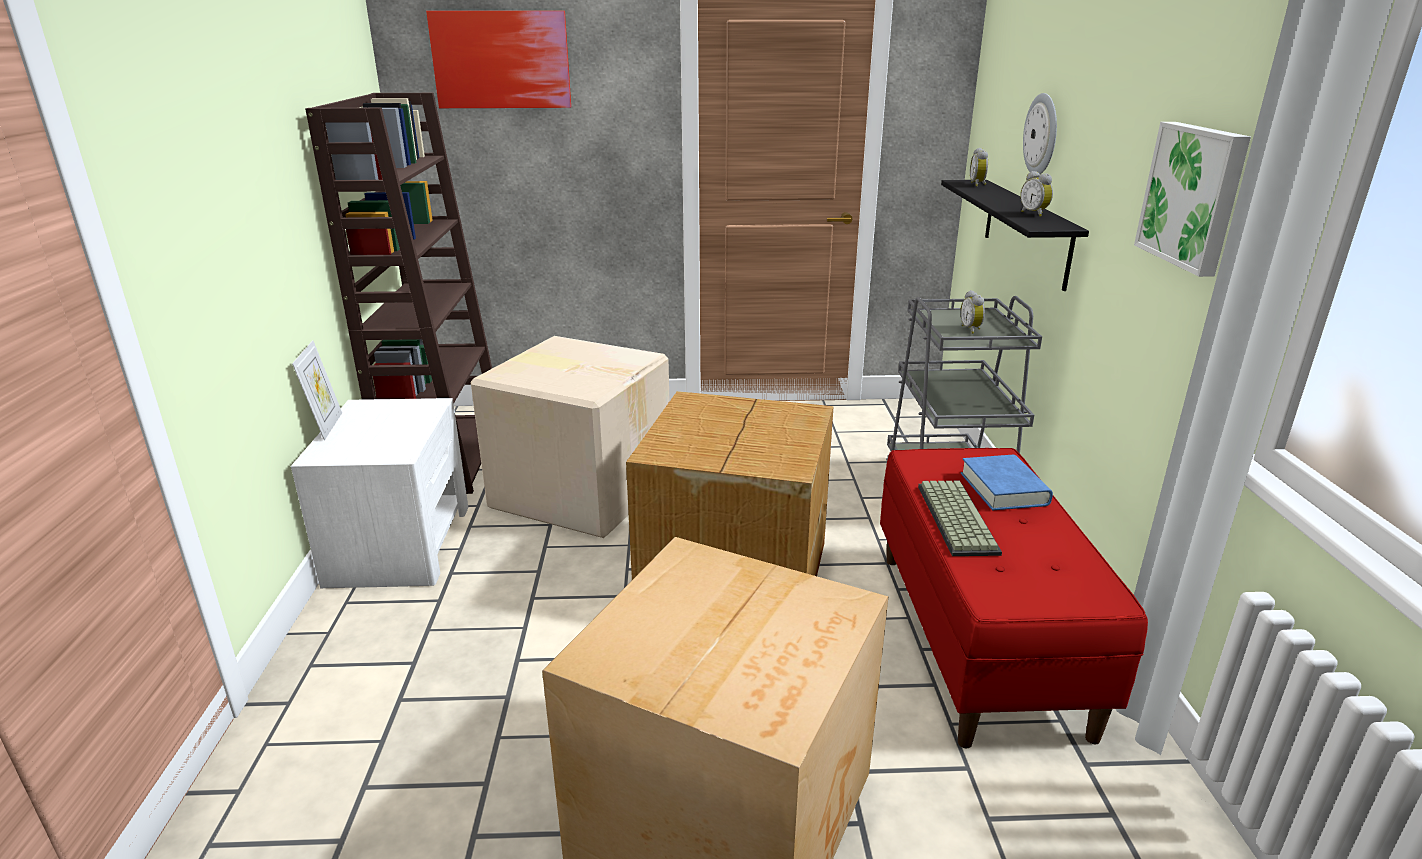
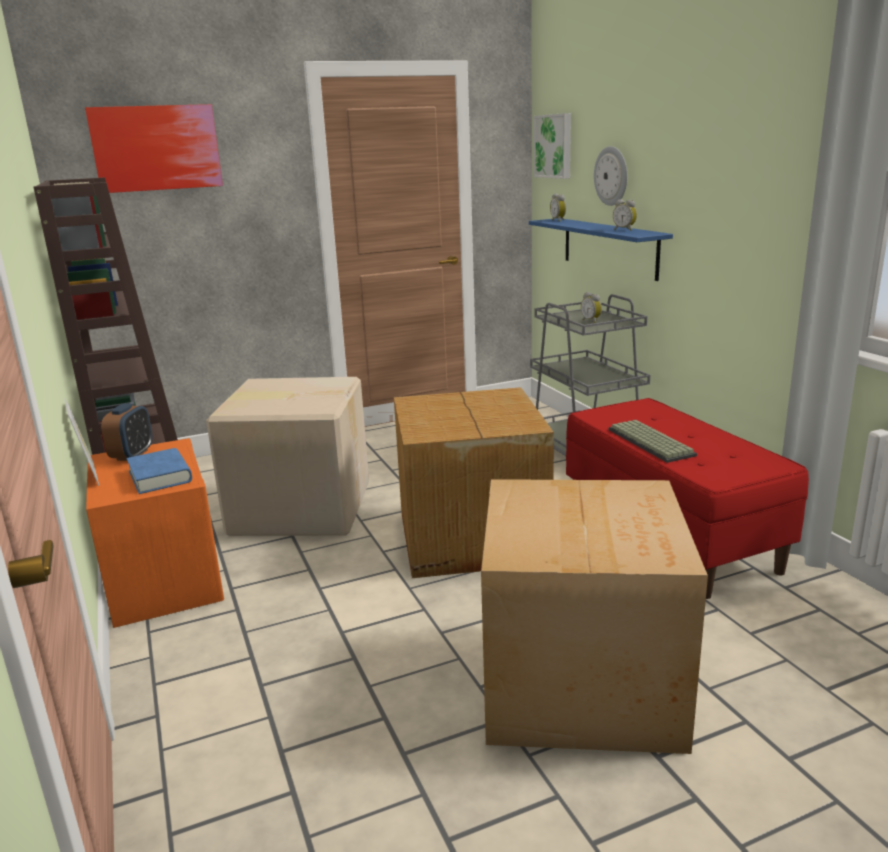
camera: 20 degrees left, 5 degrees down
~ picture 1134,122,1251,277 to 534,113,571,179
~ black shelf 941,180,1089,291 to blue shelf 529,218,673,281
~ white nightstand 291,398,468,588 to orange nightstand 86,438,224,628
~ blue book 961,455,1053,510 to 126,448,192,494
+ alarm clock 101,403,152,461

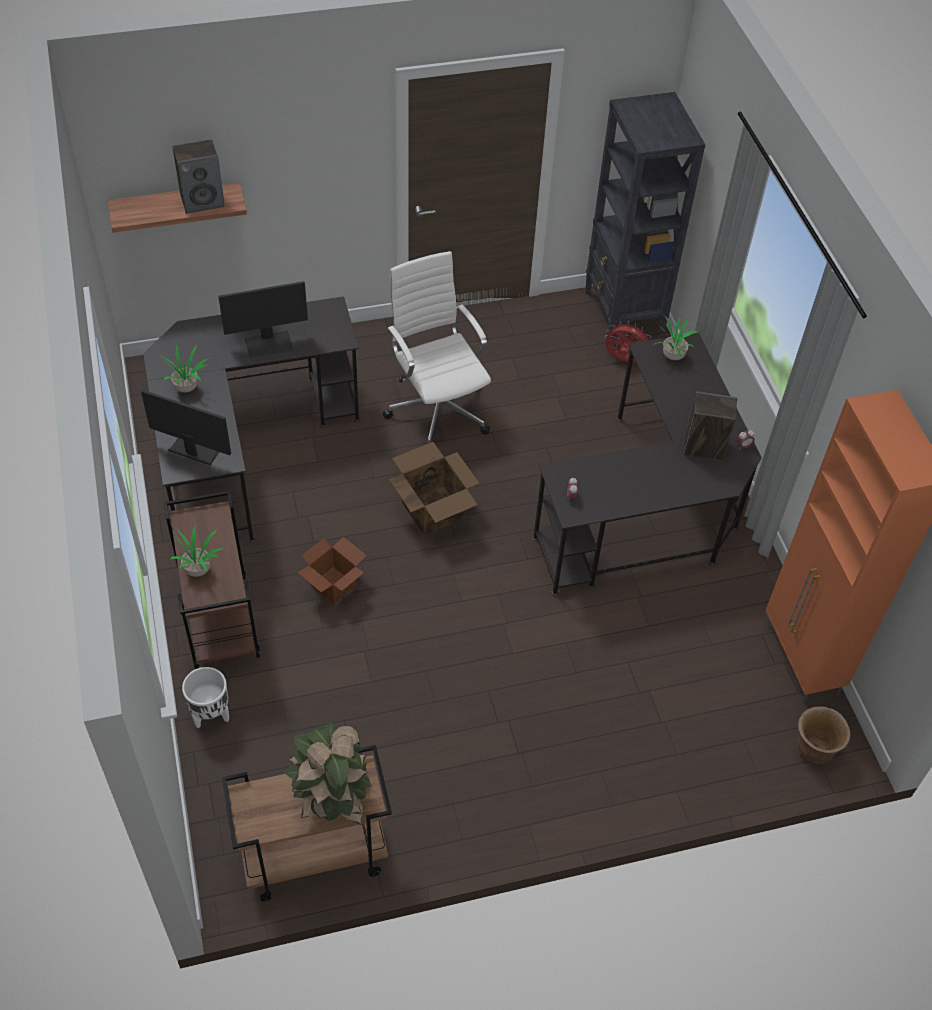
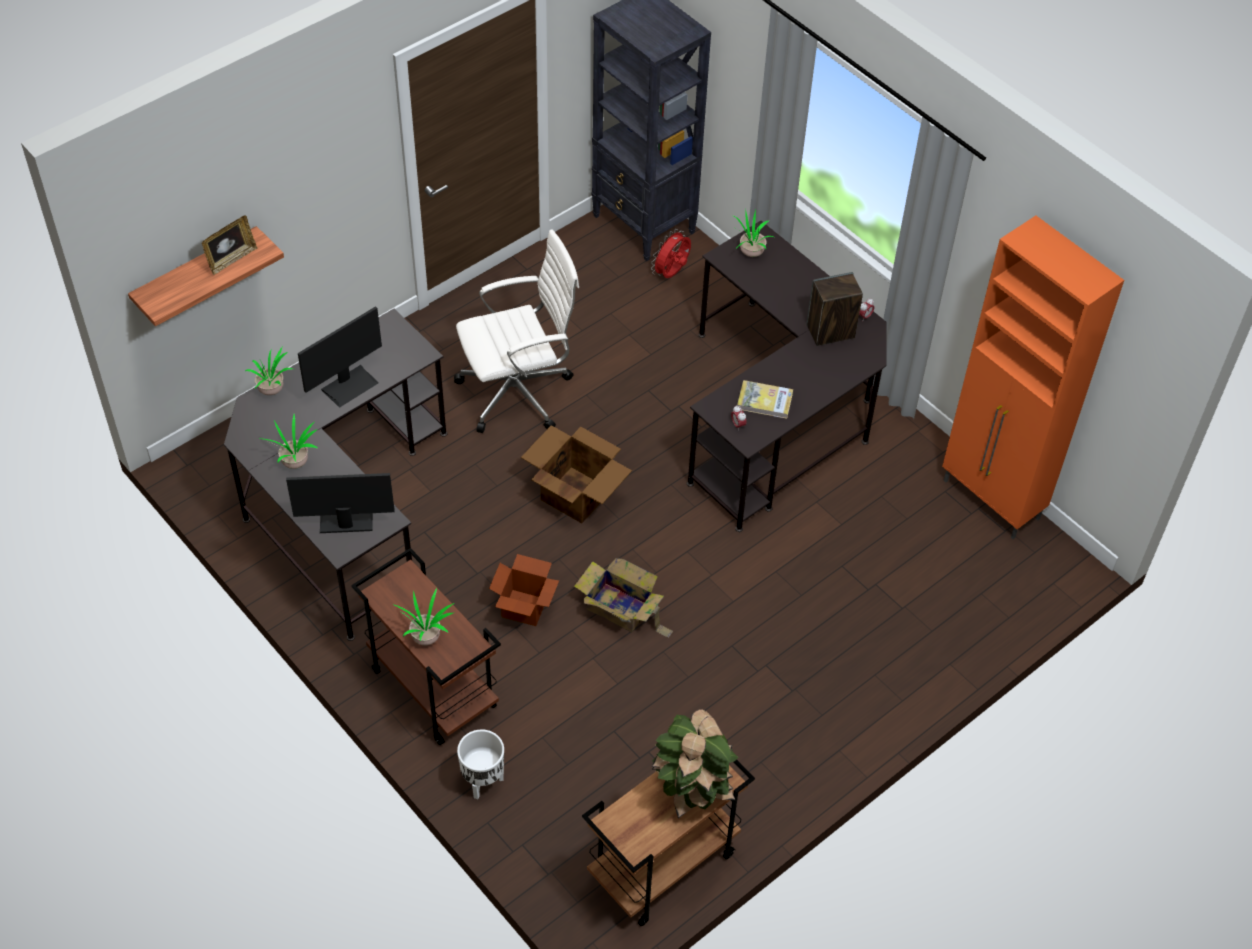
camera: 25 degrees left, 0 degrees up
~ speaker 173,139,225,214 to picture frame 202,215,258,275
~ white office chair 383,251,491,444 = 454,229,579,433 120 degrees clockwise
~ red fan 605,321,651,362 = 651,229,691,278 45 degrees counterclockwise
- brown planter 798,707,850,763
+ potted plant 244,347,293,395
+ book 737,380,793,419
+ cardboard box 574,558,673,638

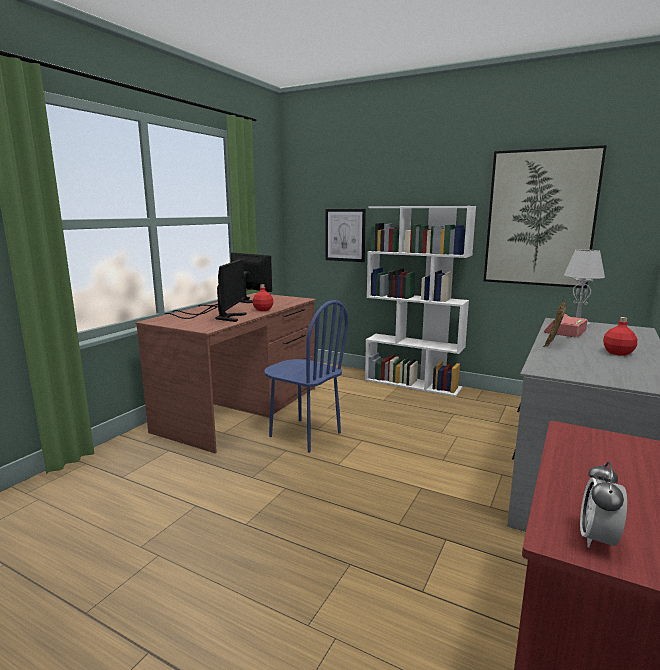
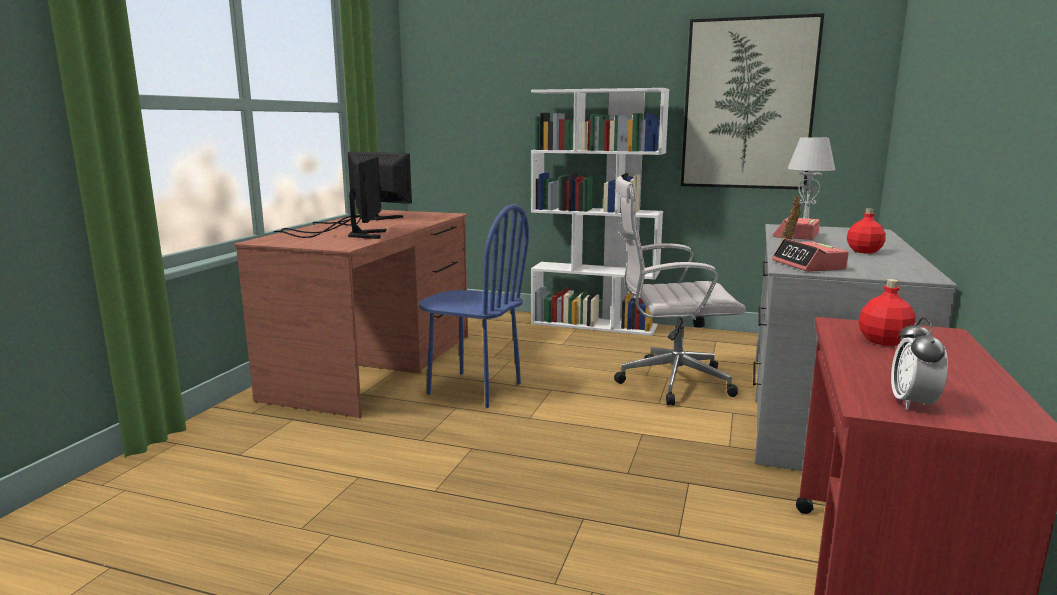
camera: 10 degrees left, 0 degrees up
- picture 325,209,366,262
~ red bottle 253,284,273,311 to 859,279,916,346
+ white office chair 614,176,746,405
+ alarm clock 772,238,849,272

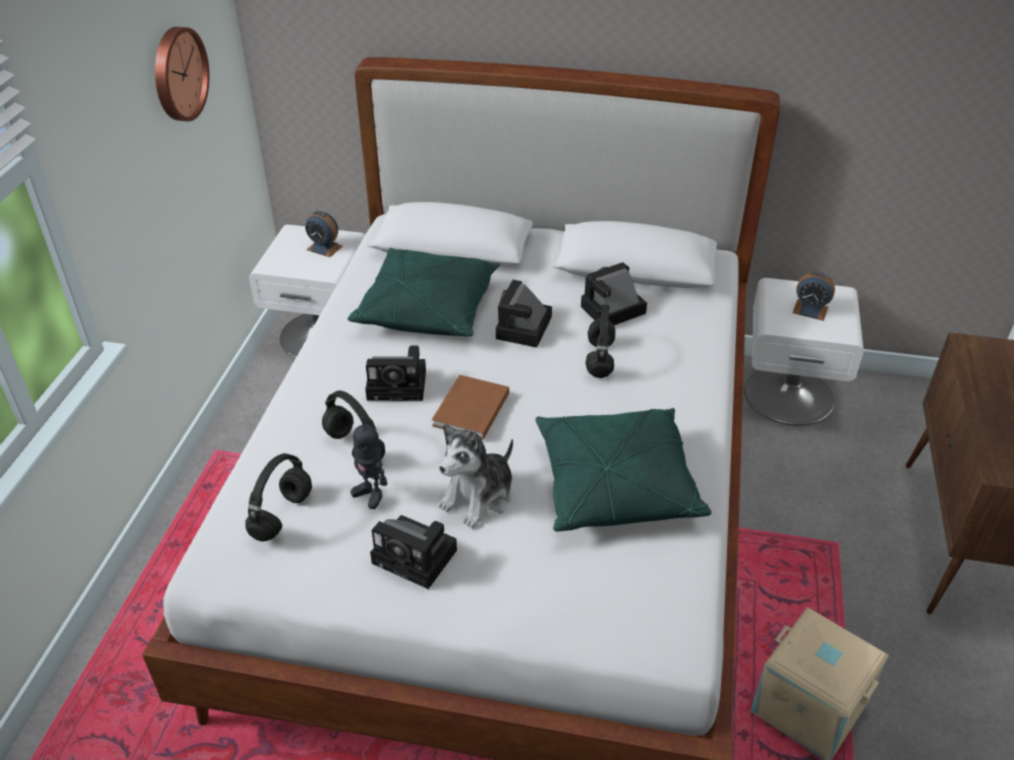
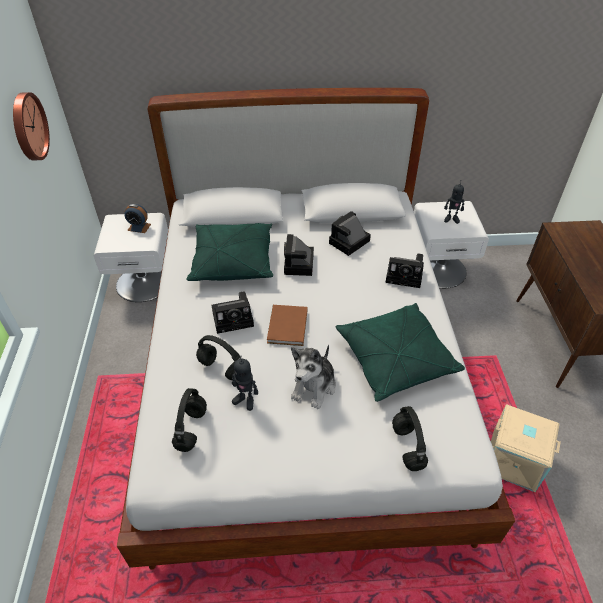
camera: 15 degrees left, 5 degrees up
~ alarm clock 792,272,835,321 to toy robot 444,180,464,224
~ black headphones 586,304,615,378 to 392,406,428,471
~ photo camera 370,515,457,589 to 386,253,424,288

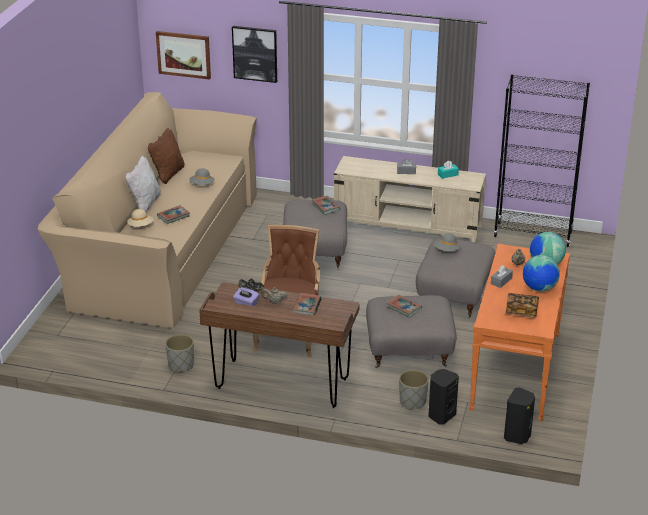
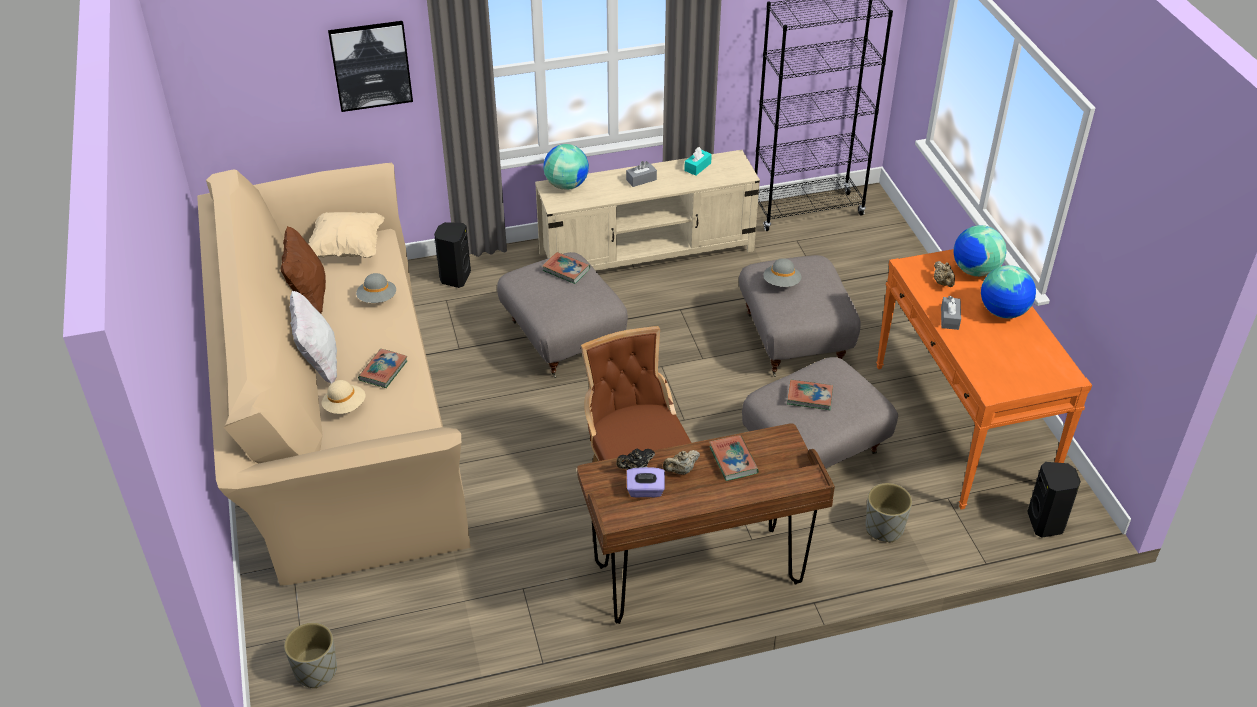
camera: 30 degrees left, 10 degrees up
- picture 156,31,211,79
- book 506,293,539,318
~ grey planter 165,334,194,373 to 284,623,337,688
~ black speaker 428,369,459,424 to 434,222,471,288
+ globe 543,144,589,190
+ beige pillow 308,212,385,258

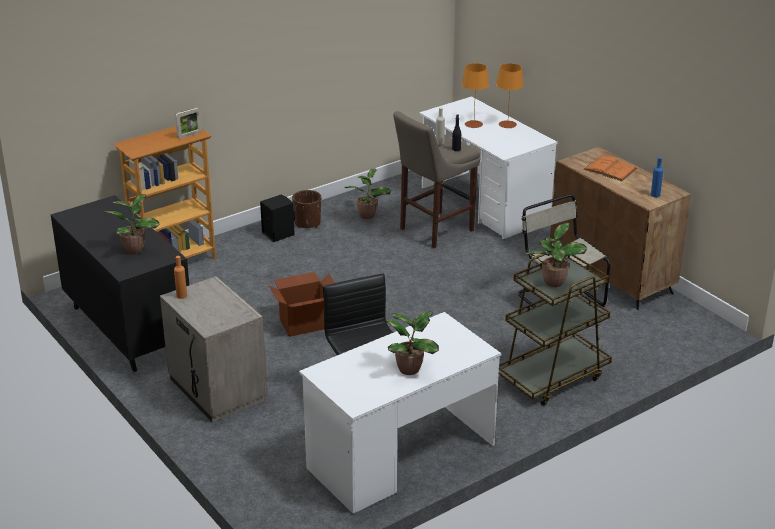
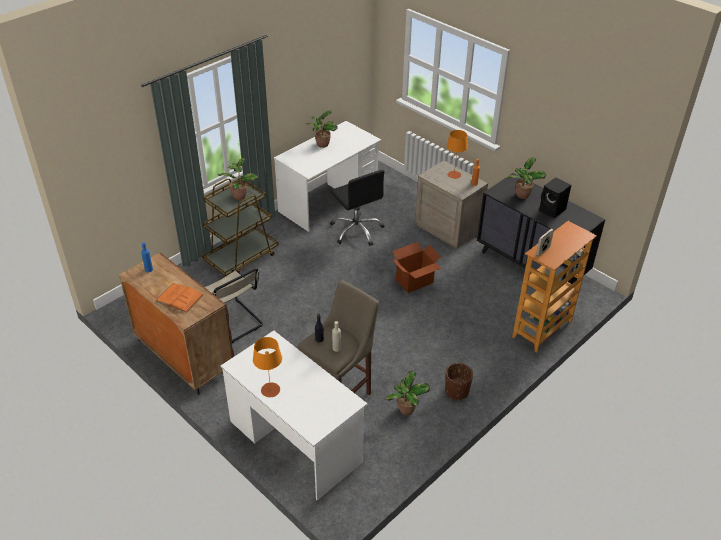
camera: 170 degrees right, 10 degrees up
~ orange table lamp 462,63,489,128 to 447,130,468,179
~ black speaker 260,194,295,242 to 539,177,571,218

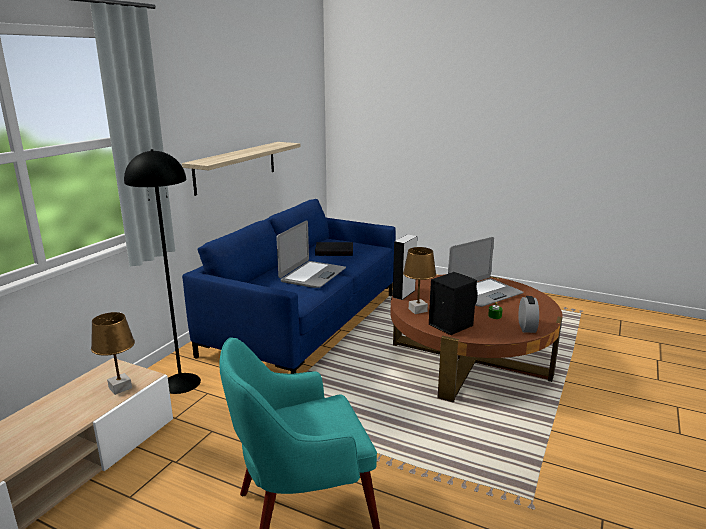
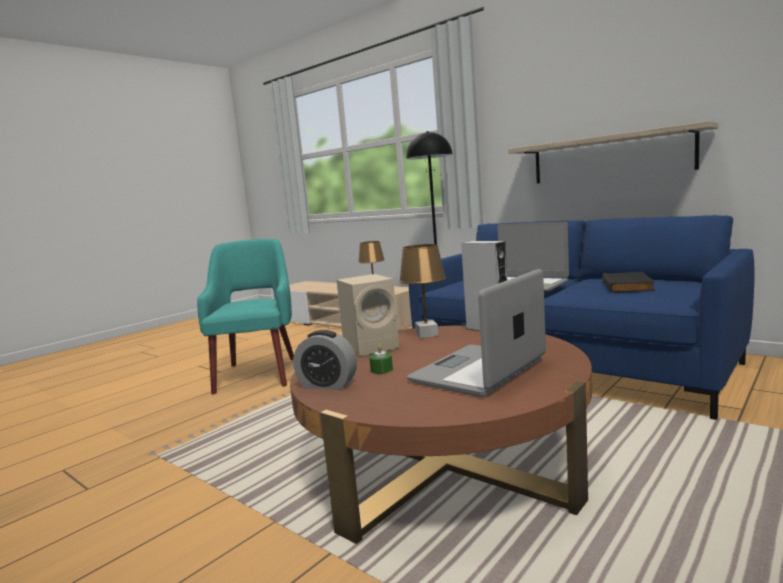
camera: 105 degrees right, 10 degrees down
~ laptop 448,237,523,307 = 407,269,546,397 60 degrees clockwise
~ black speaker 429,272,478,335 to beige speaker 337,274,399,356

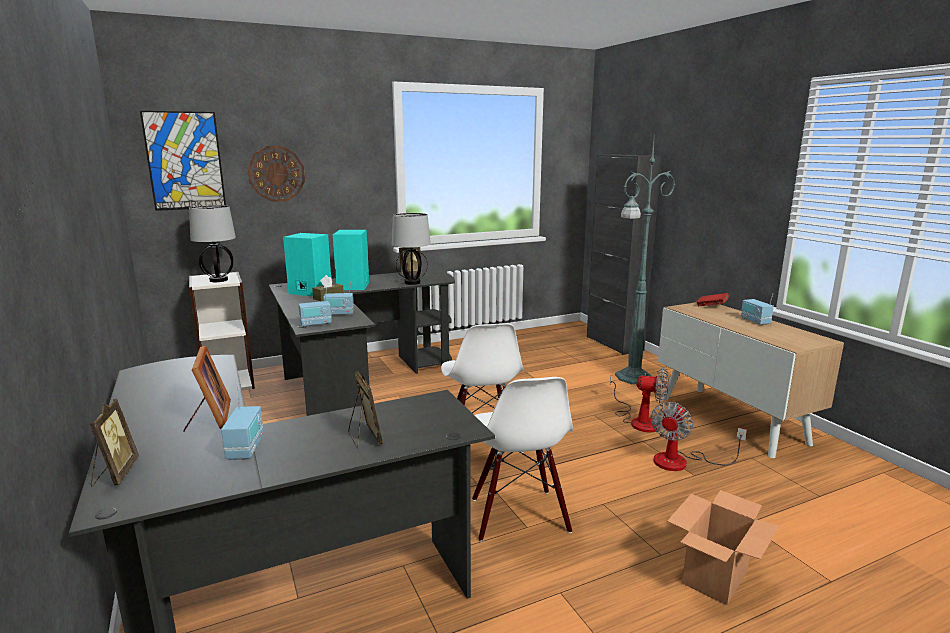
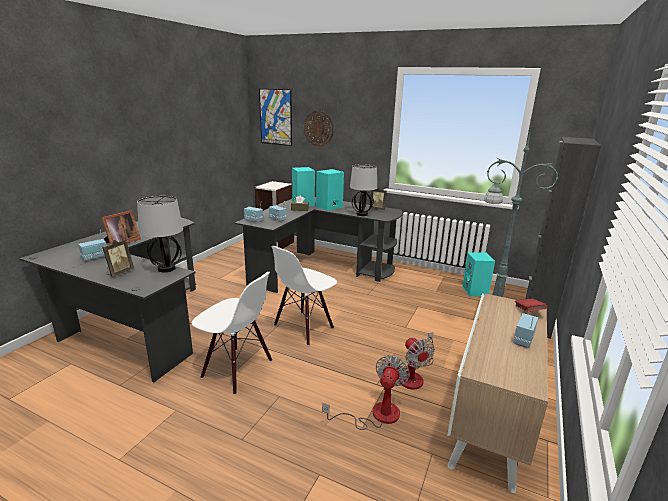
camera: 50 degrees right, 5 degrees up
~ table lamp 189,205,236,282 to 137,196,183,272
~ white chair 472,377,573,542 = 192,272,272,395 105 degrees counterclockwise
- picture frame 90,399,139,486
~ fan 651,402,747,471 = 322,355,410,430 120 degrees clockwise
- cardboard box 667,490,779,605
+ turquoise speaker 462,252,495,296

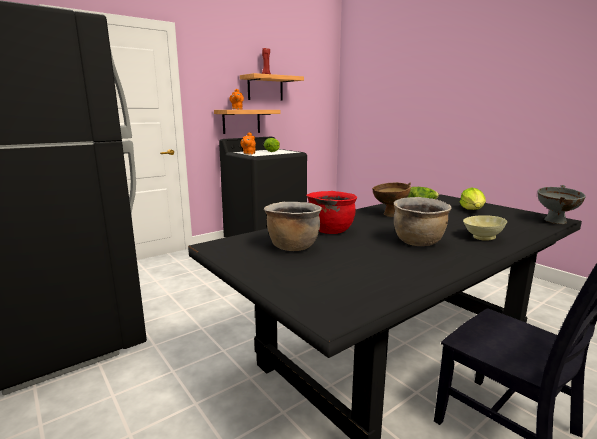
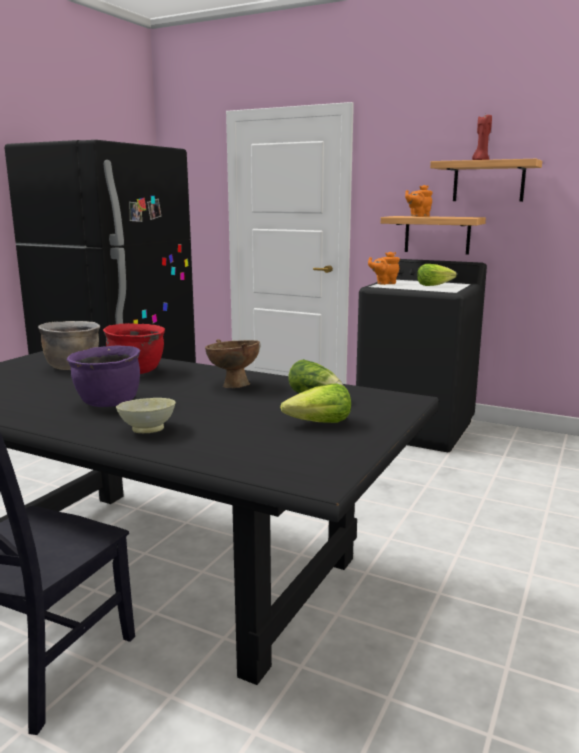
camera: 65 degrees right, 0 degrees up
- grey bowl 538,185,586,224
~ brown cooking pot 394,197,452,246 to purple cooking pot 67,345,140,407

